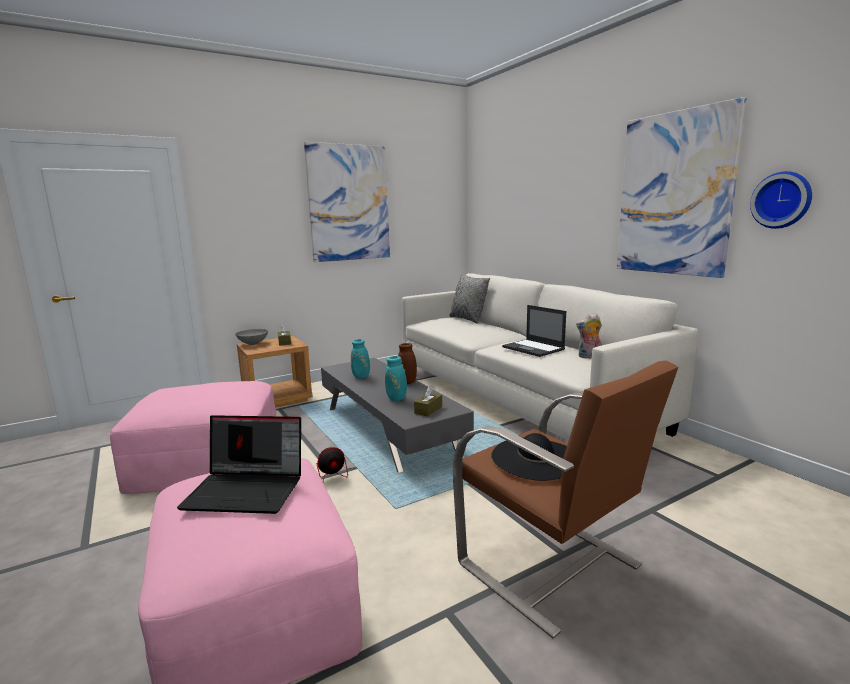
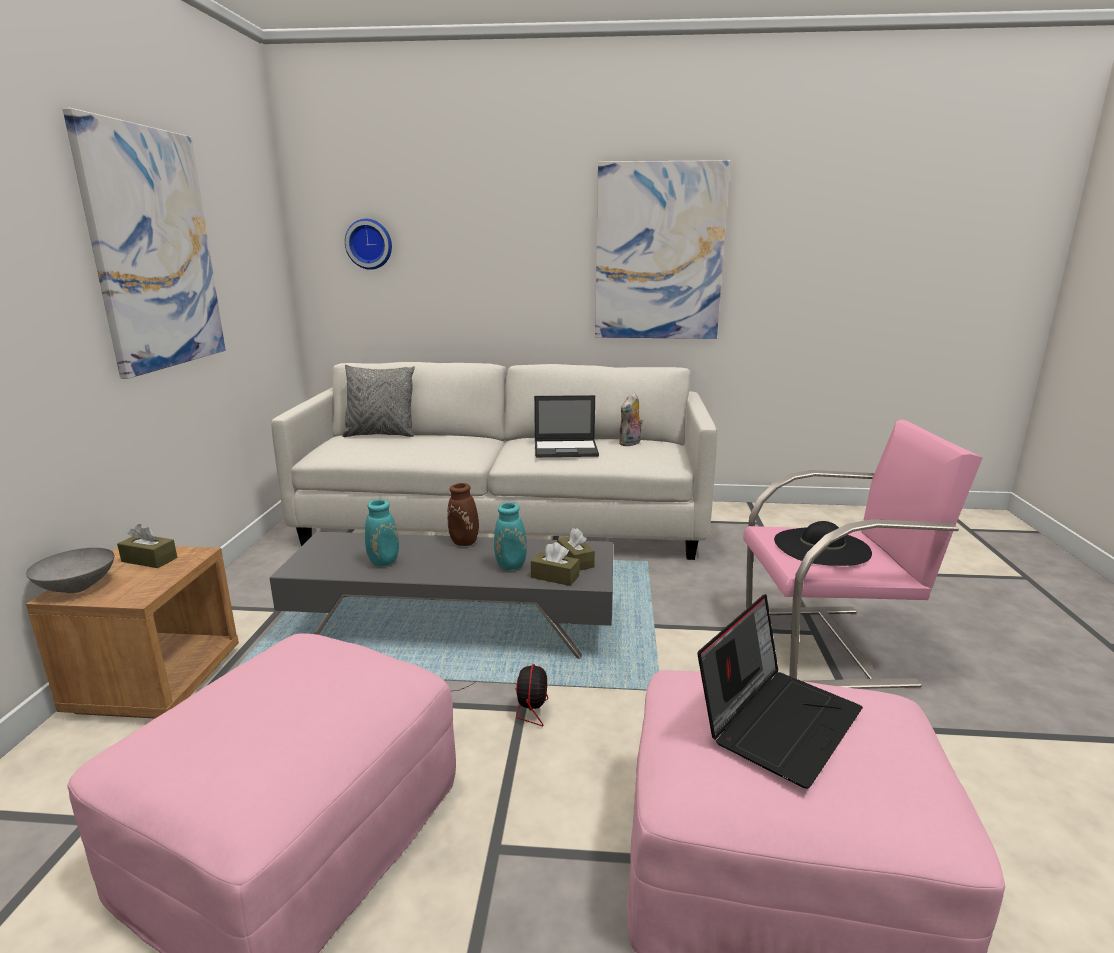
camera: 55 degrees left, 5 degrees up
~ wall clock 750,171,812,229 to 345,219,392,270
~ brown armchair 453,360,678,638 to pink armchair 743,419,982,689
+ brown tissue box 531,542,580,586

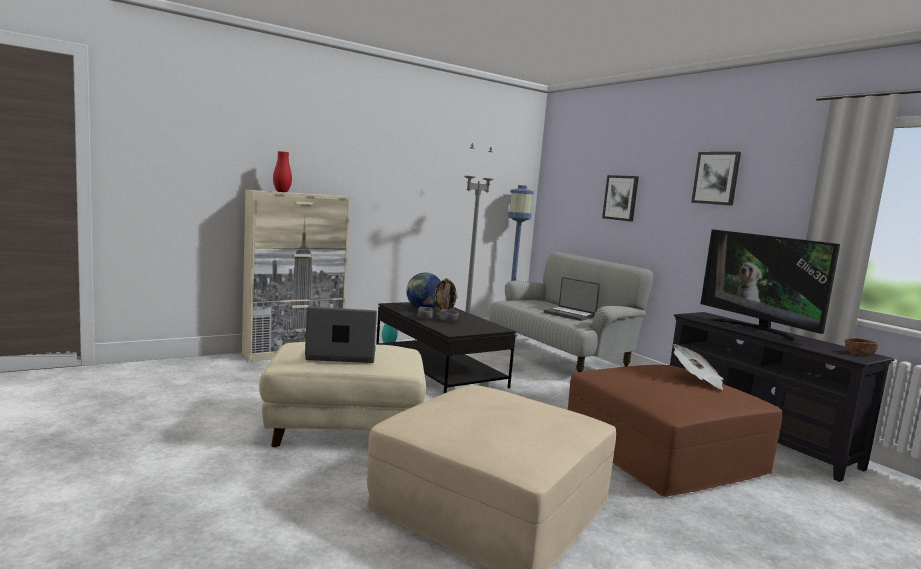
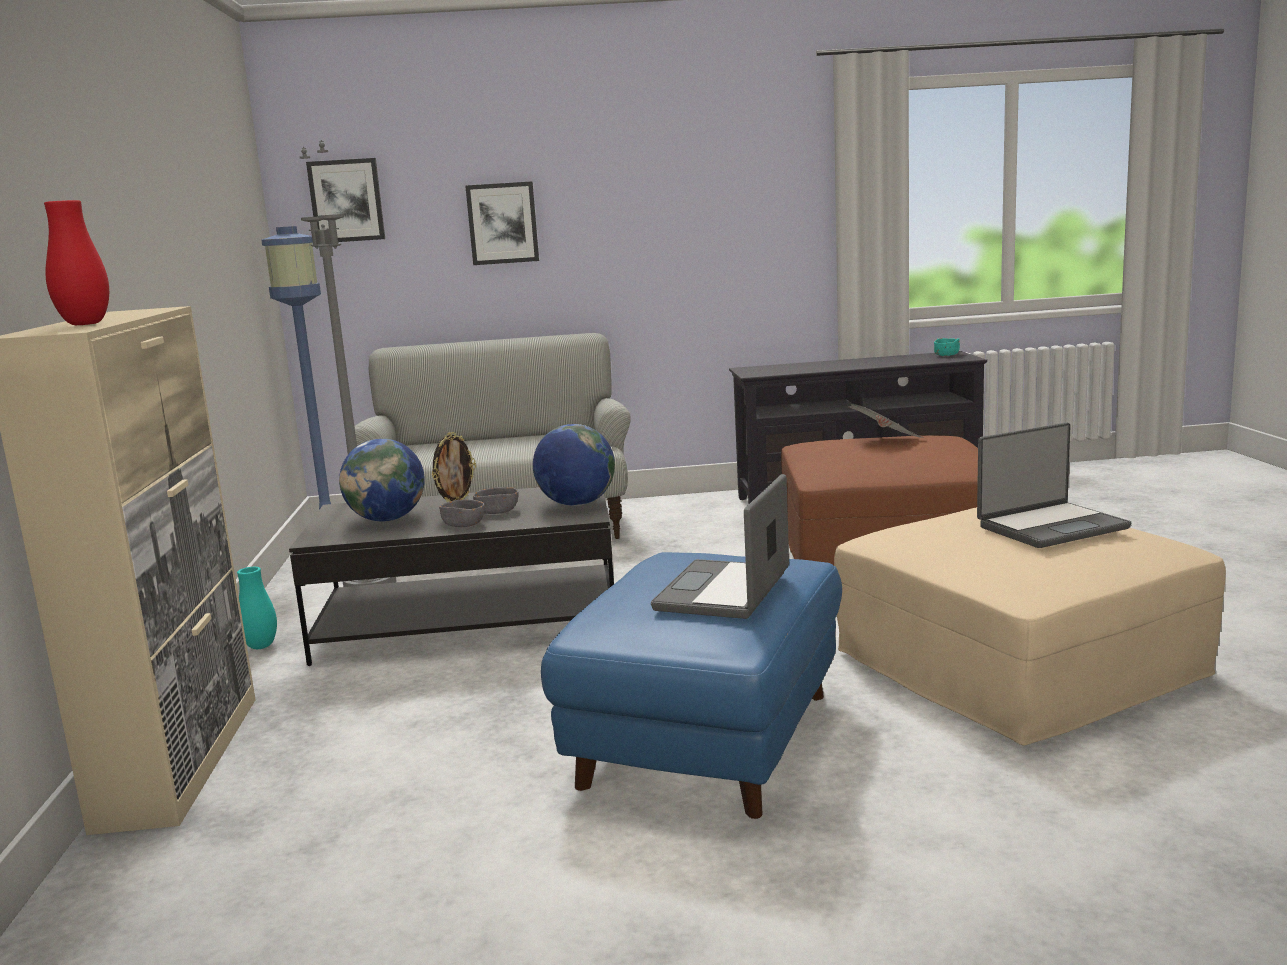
camera: 60 degrees left, 5 degrees up
~ picture 691,152,741,206 to 306,158,385,242
- television 701,229,840,342
~ laptop 544,277,600,321 to 977,422,1131,548
~ brown bowl 845,338,879,355 to turquoise bowl 934,338,960,356
~ beige ottoman 259,342,426,447 to blue ottoman 541,552,842,819
+ globe 533,424,615,506

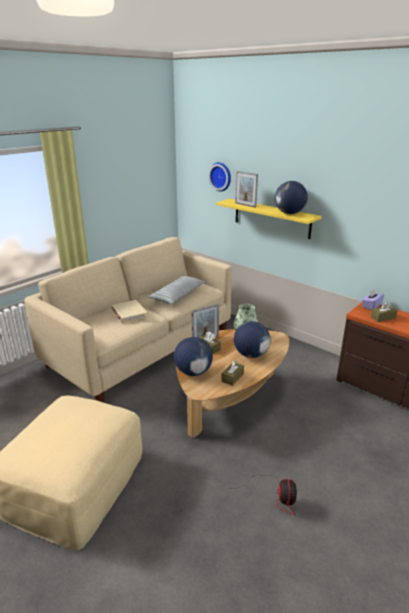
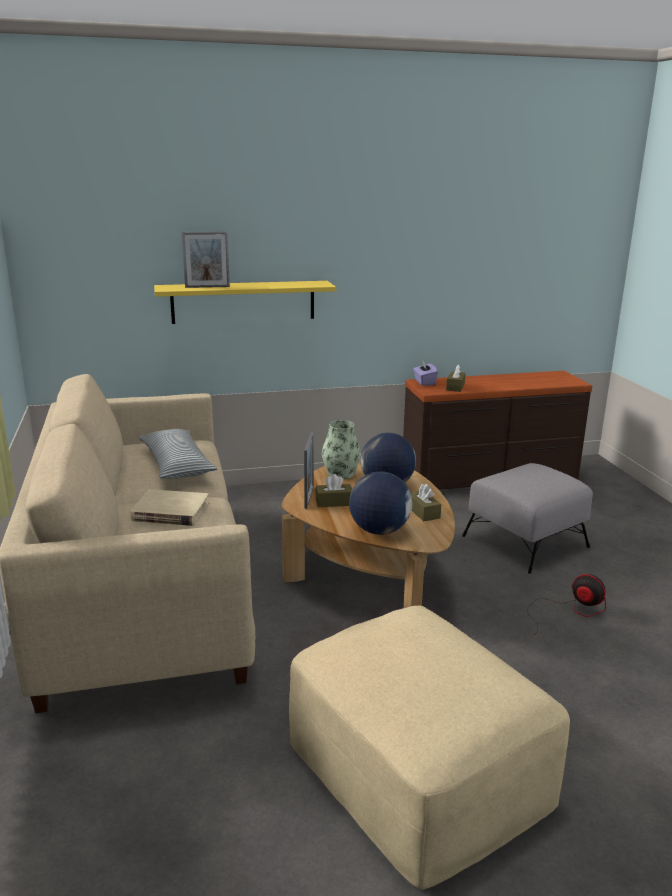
camera: 55 degrees left, 5 degrees down
- wall clock 208,162,231,192
- globe 275,181,308,214
+ grey ottoman 462,463,593,574

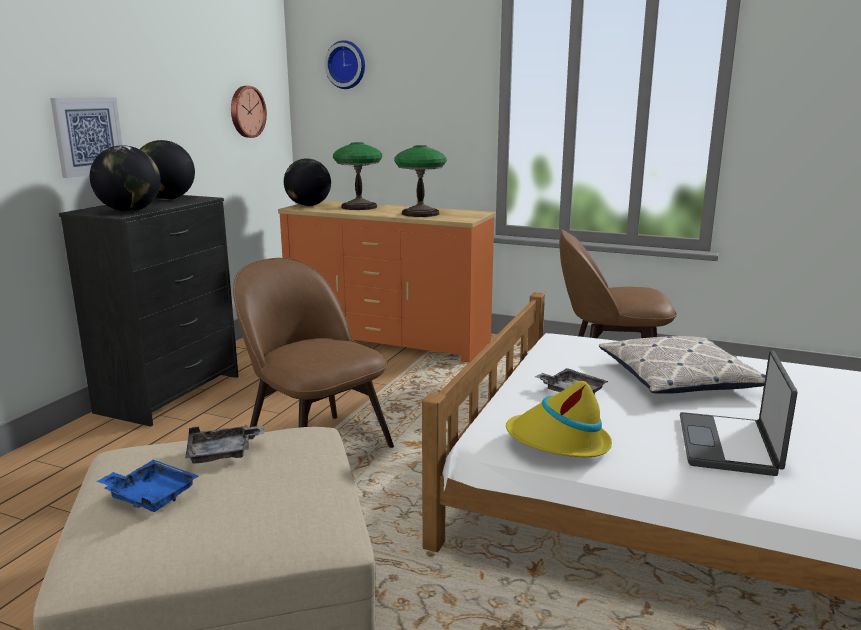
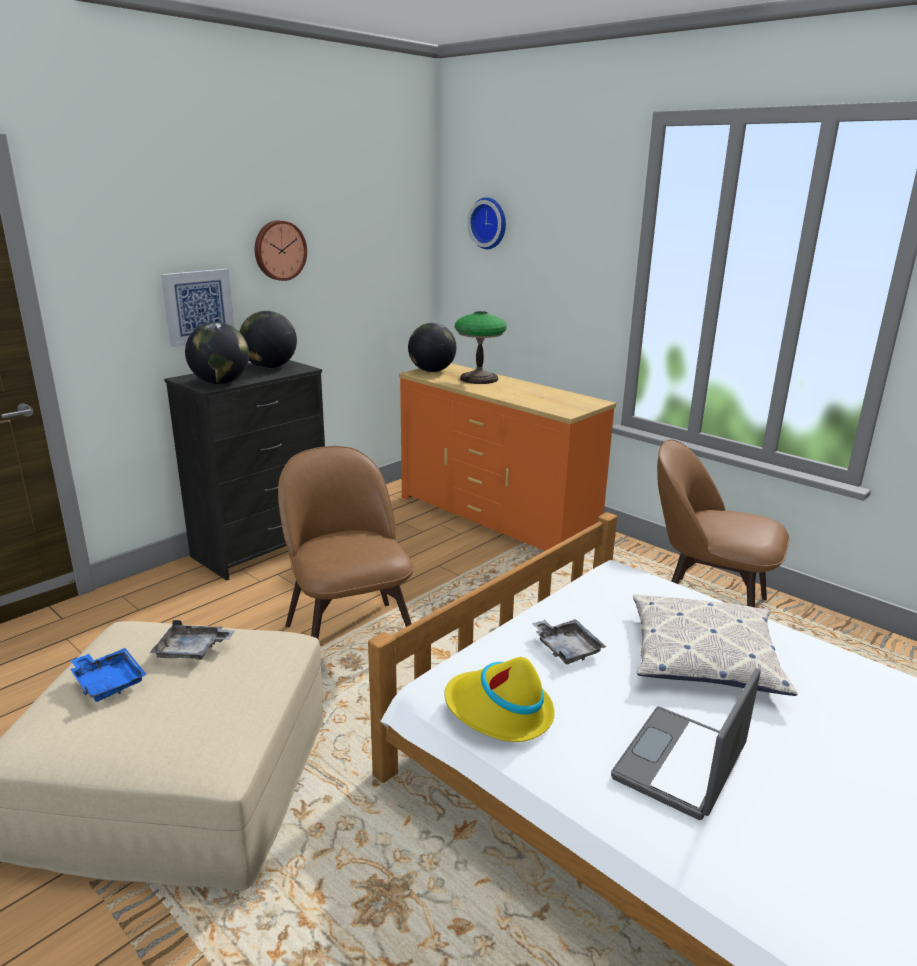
camera: 20 degrees right, 5 degrees up
~ wall clock 231,86,267,138 to 255,220,307,281
- table lamp 394,145,447,217

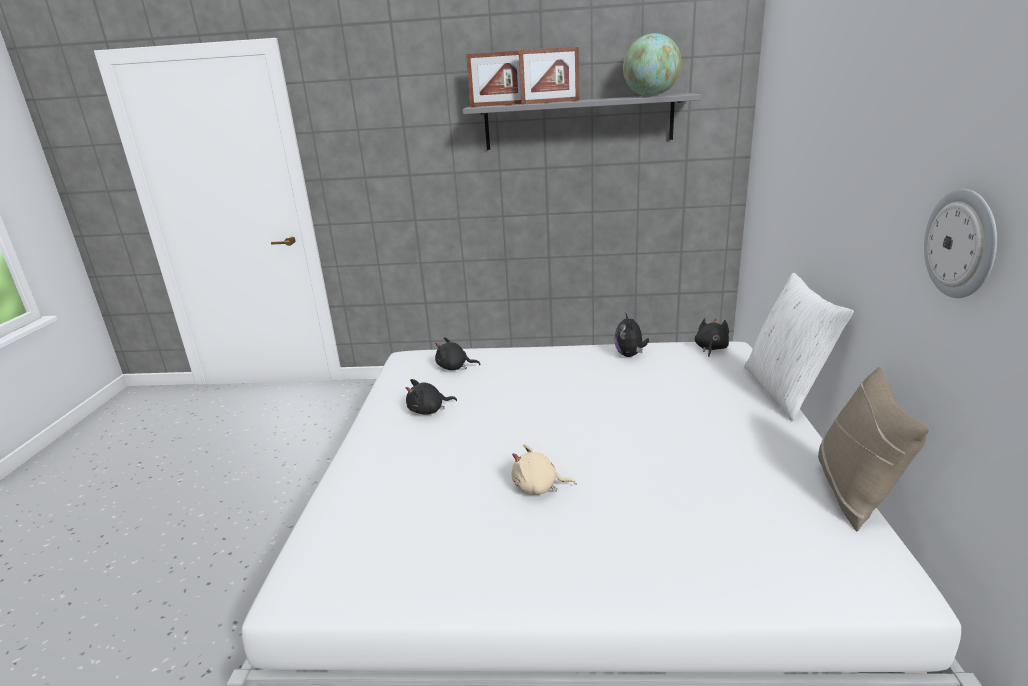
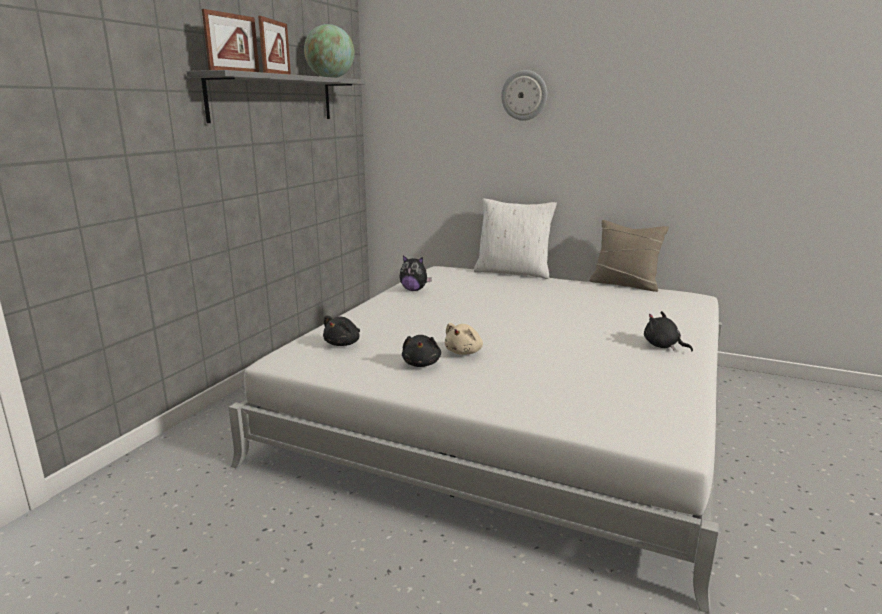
camera: 70 degrees left, 5 degrees down
~ wall clock 924,189,997,298 to 501,70,547,121
~ black plush toy 695,318,729,357 to 644,311,693,351
~ beige plush toy 511,444,577,495 to 445,323,483,355

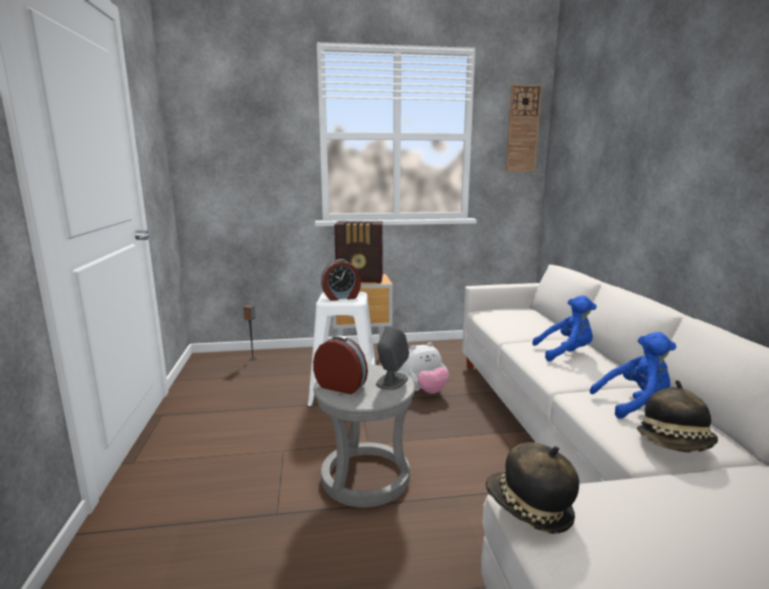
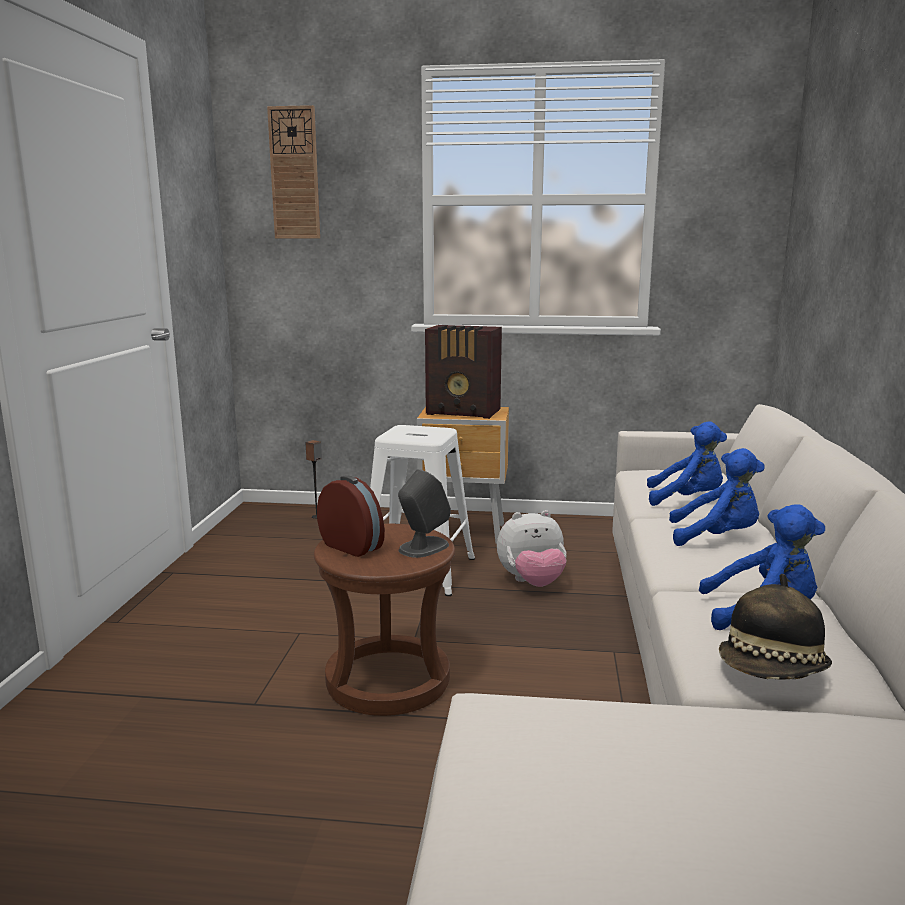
camera: 15 degrees right, 0 degrees up
~ wall clock 506,84,542,171 to 267,105,320,239
- alarm clock 321,259,361,301
~ grey stool 313,365,415,507 to brown stool 314,524,455,716
- hat 486,442,579,534
+ blue plush toy 647,421,727,506

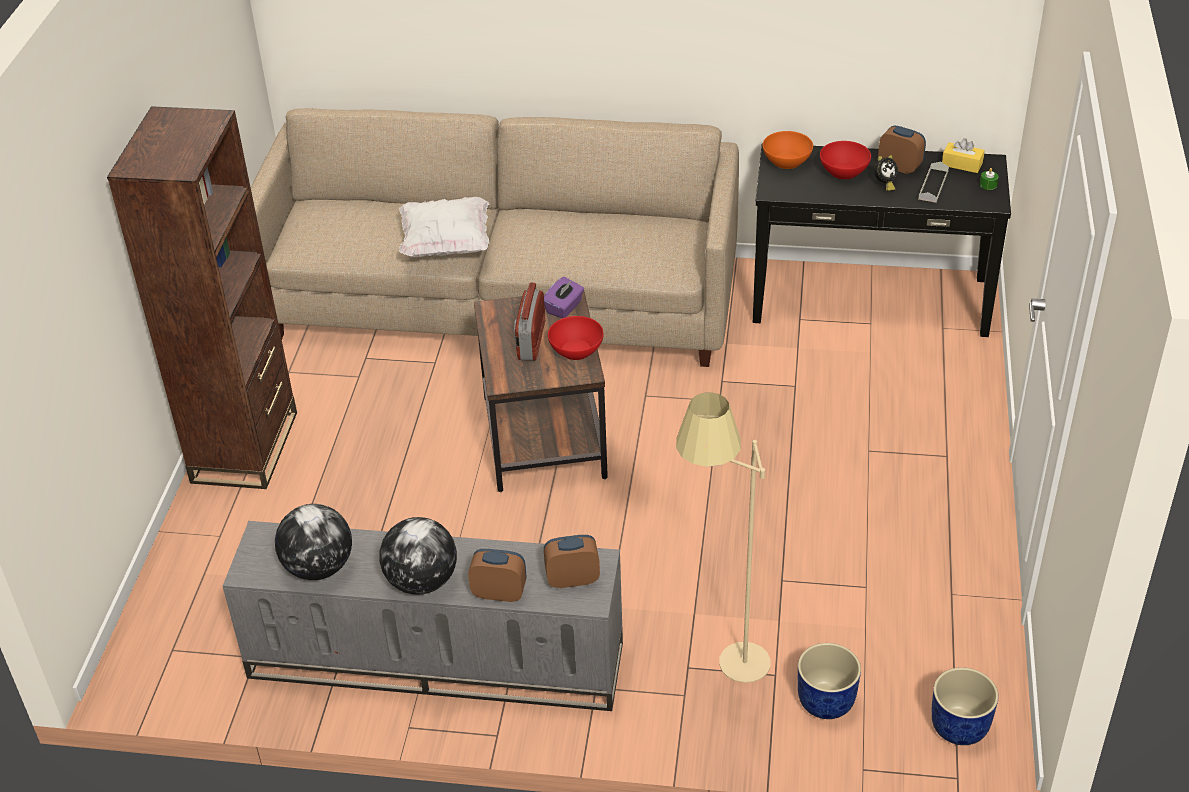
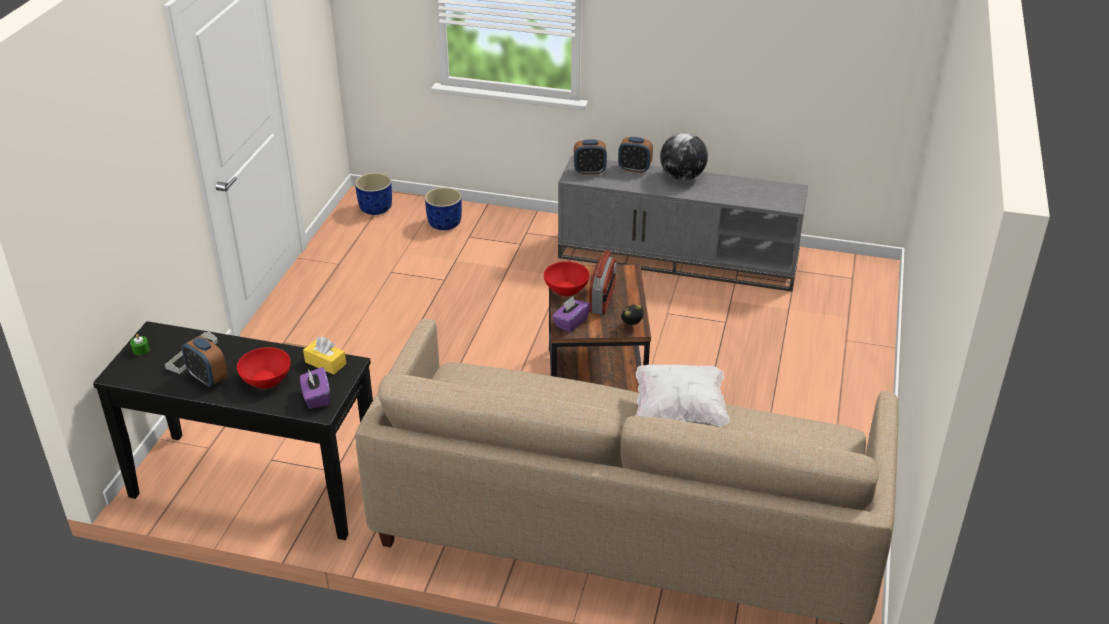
camera: 175 degrees left, 5 degrees down
- brown bookcase 107,106,297,489
~ orange bowl 763,131,813,169 to purple tissue box 300,367,330,409
~ yellow tissue box 942,138,985,173 to 303,337,346,374
~ alarm clock 874,155,898,191 to 621,304,644,325
- beige floor lamp 676,392,771,683
- globe 275,504,352,580

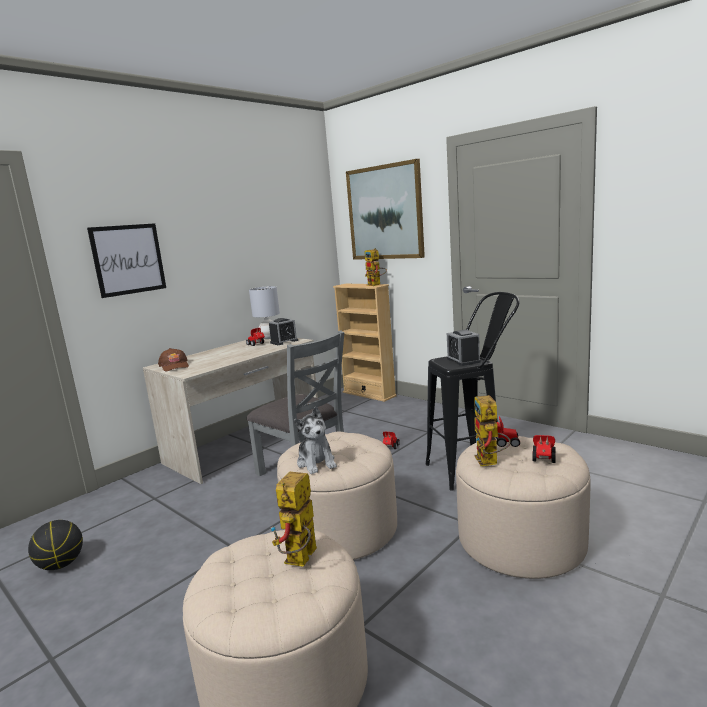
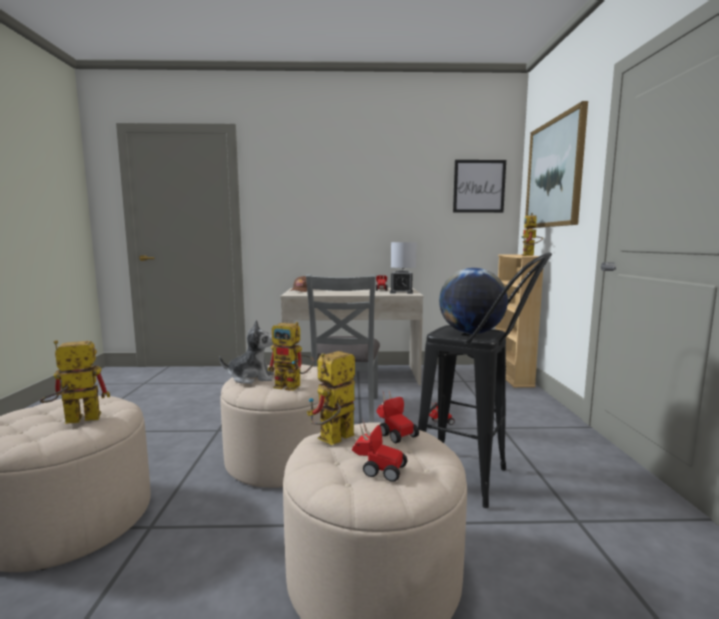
camera: 45 degrees right, 5 degrees down
~ picture 87,223,166,298 to 453,160,506,213
~ alarm clock 447,330,481,366 to globe 439,268,508,334
~ plush toy 294,406,337,474 = 220,320,274,384 120 degrees counterclockwise
~ toy car 532,435,555,463 = 352,421,408,482 45 degrees clockwise
- basketball 28,520,83,570
+ toy robot 267,322,314,391

